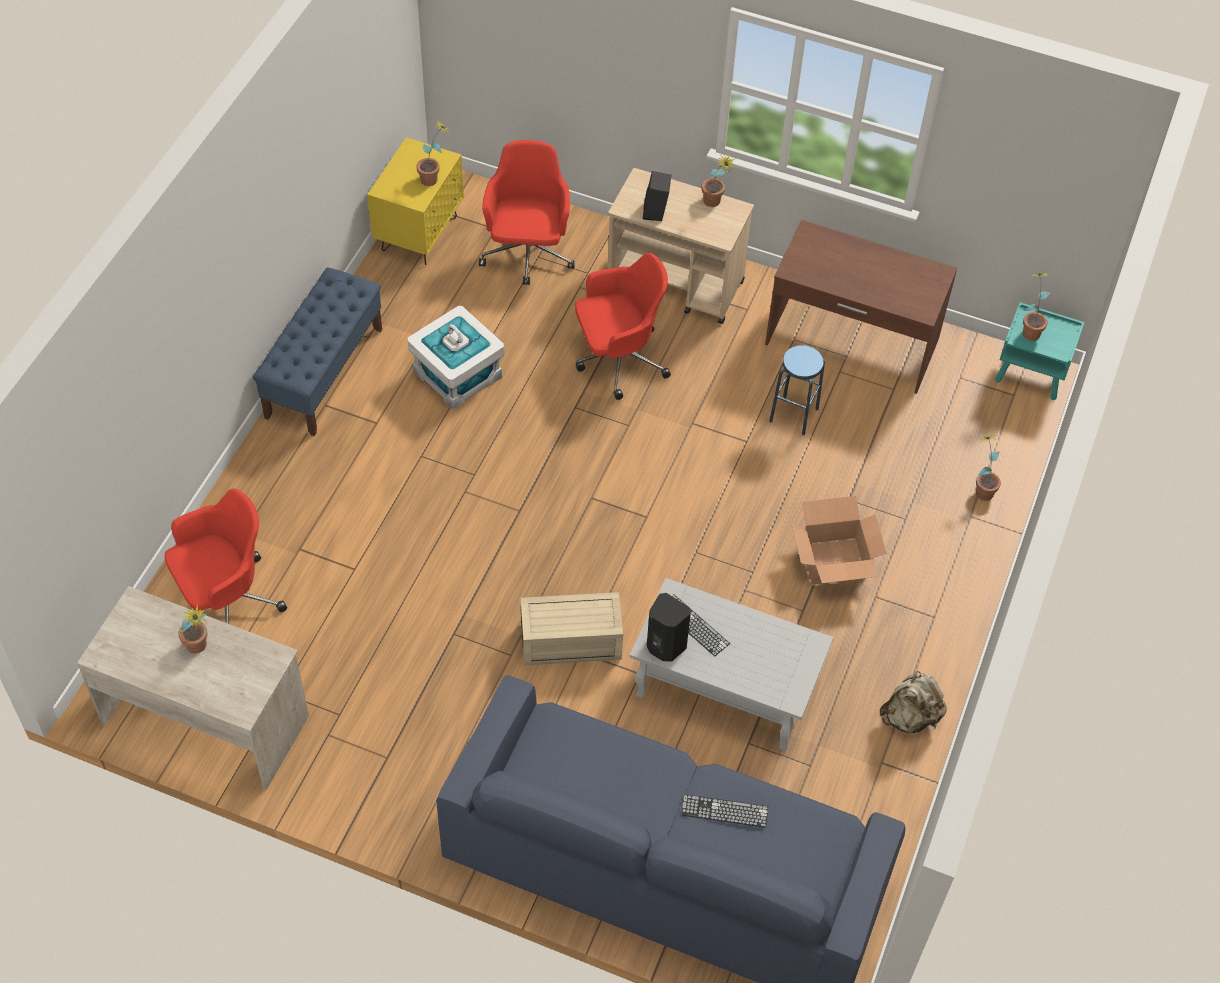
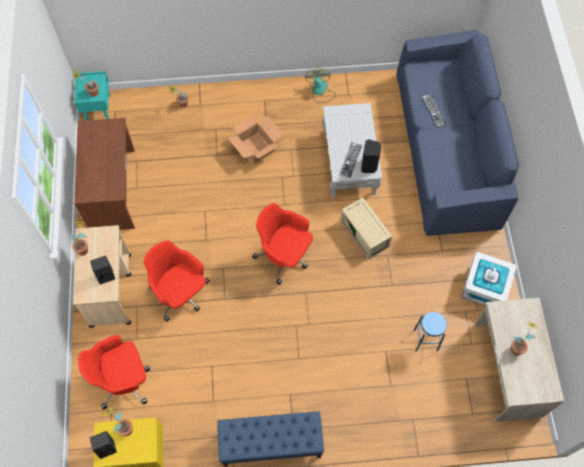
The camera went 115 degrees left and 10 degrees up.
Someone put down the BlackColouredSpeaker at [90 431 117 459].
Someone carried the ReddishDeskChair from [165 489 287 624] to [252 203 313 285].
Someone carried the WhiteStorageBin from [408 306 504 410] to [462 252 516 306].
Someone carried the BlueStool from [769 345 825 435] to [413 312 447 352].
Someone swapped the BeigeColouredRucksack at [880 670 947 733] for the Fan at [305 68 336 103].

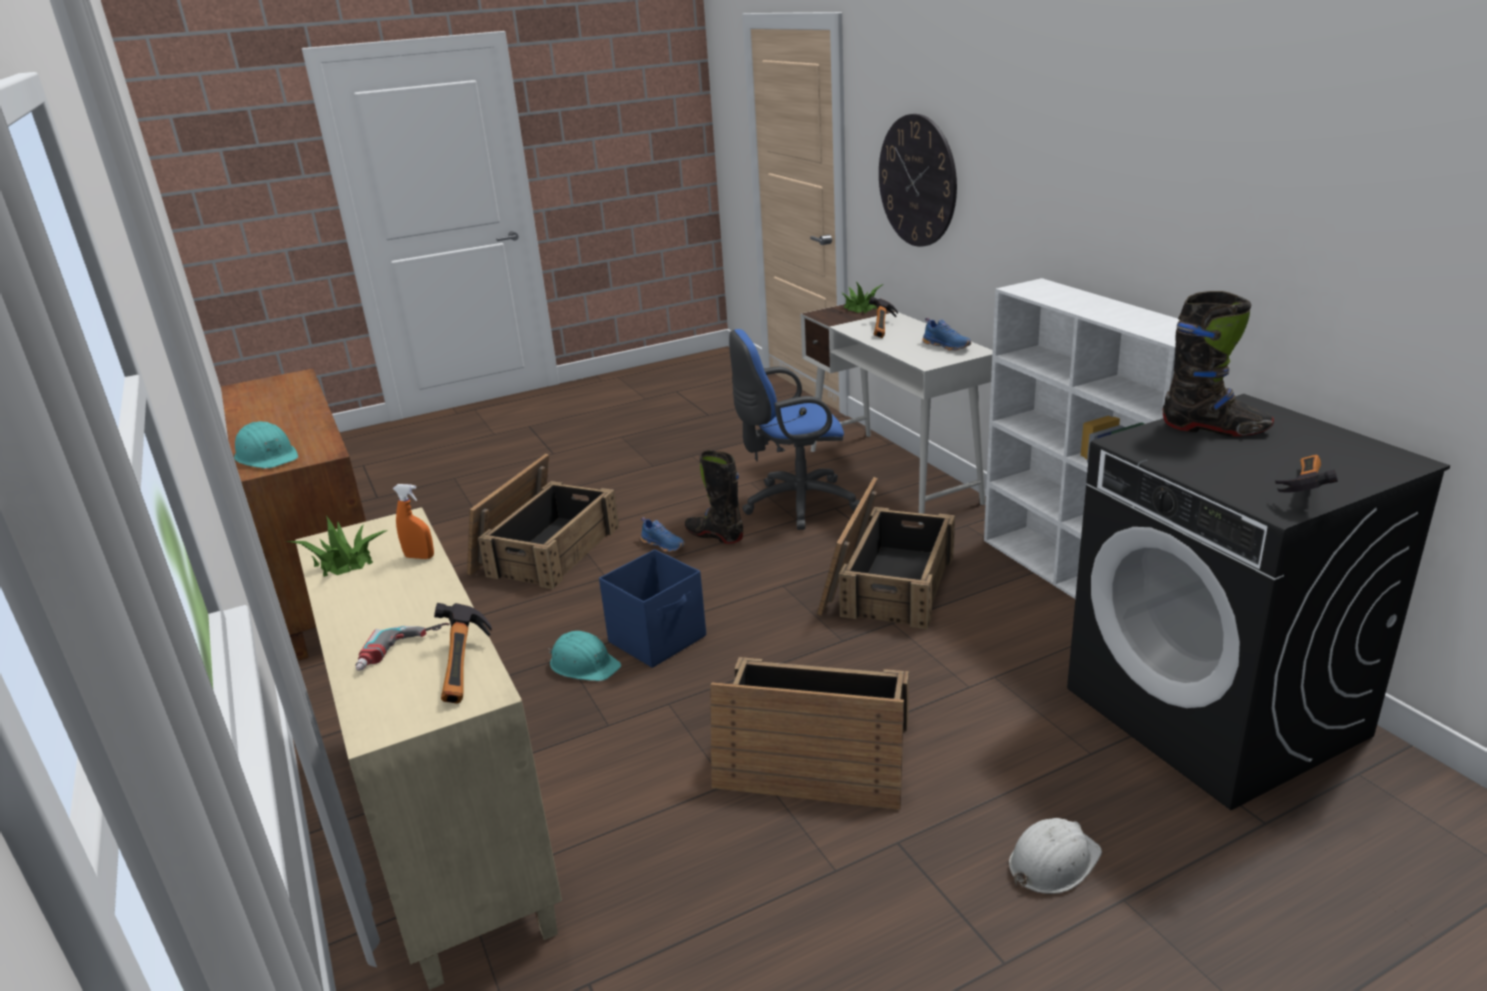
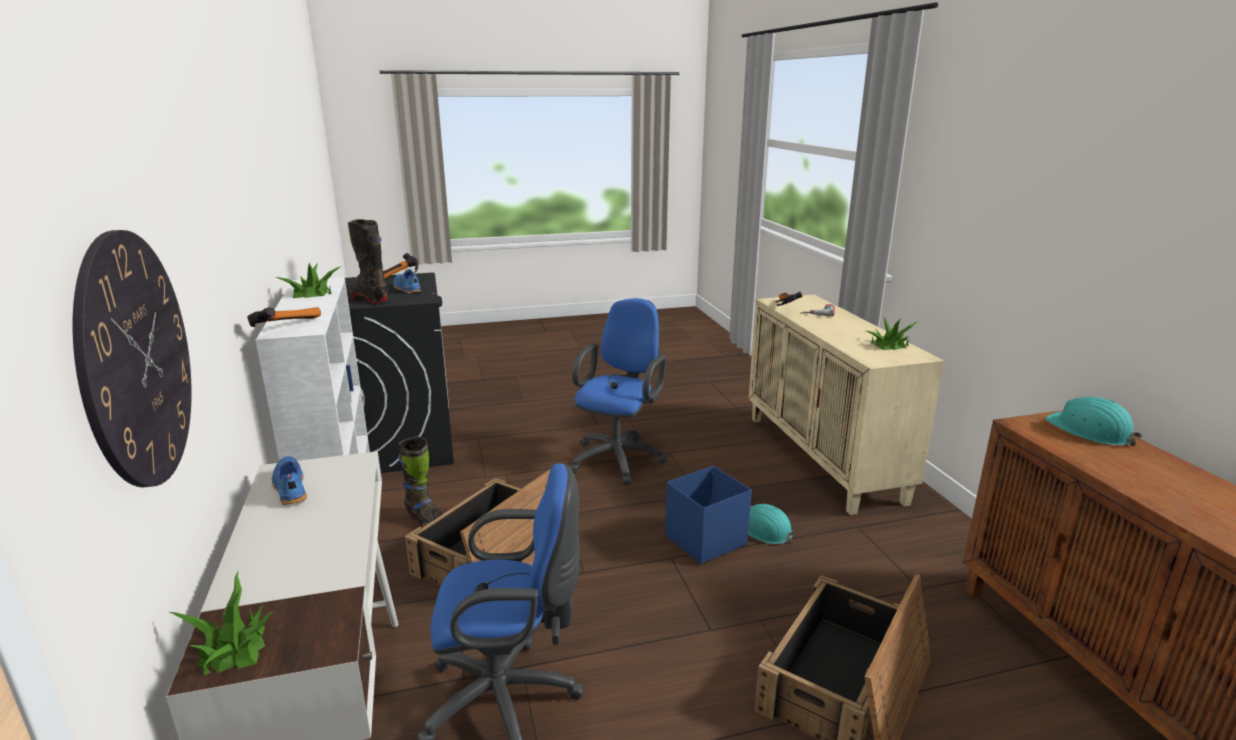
The camera went 170 degrees left and 5 degrees down.
Someone took away the OrangeHandSprayer at [393 484 434 559].
Someone took away the WhiteWorkHelmet at [1009 818 1102 894].
Someone put down the PlantInAPot at [276 262 342 298].
Someone carried the BlueLowShoe from [640 517 685 552] to [393 269 422 294].
Someone carried the BlackColouredTallBoot from [685 450 743 544] to [399 436 443 528].
Someone carried the HandHammer from [869 296 898 338] to [247 307 321 327].
Someone swapped the Crate at [710 657 909 810] for the BlueDeskChair at [569 298 666 485].

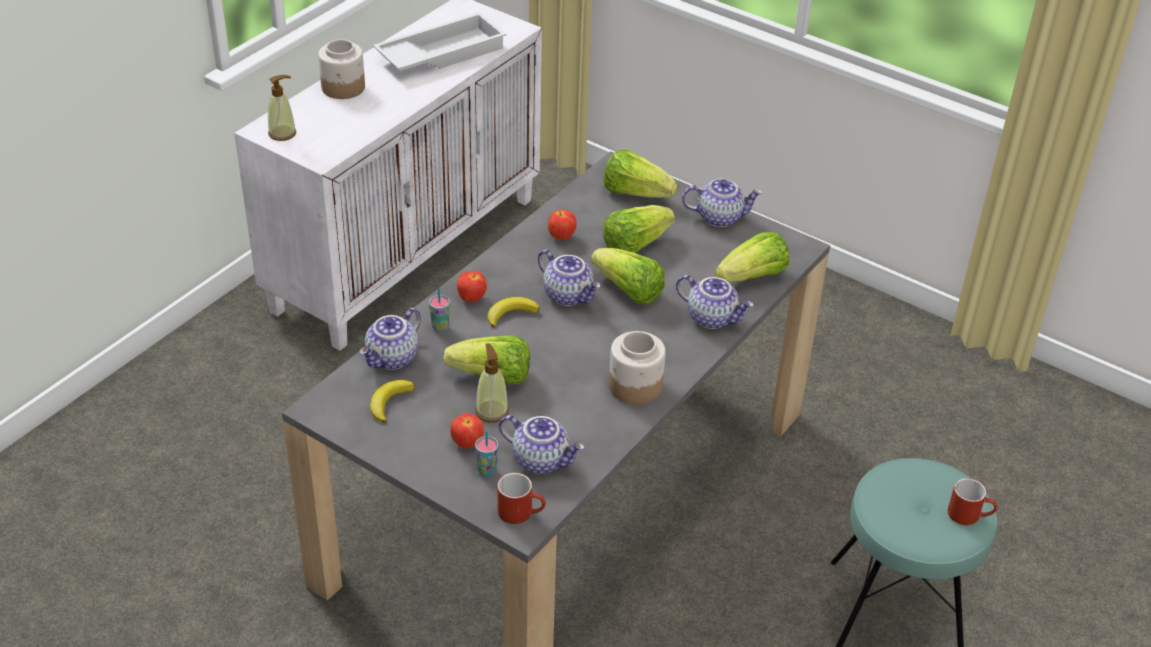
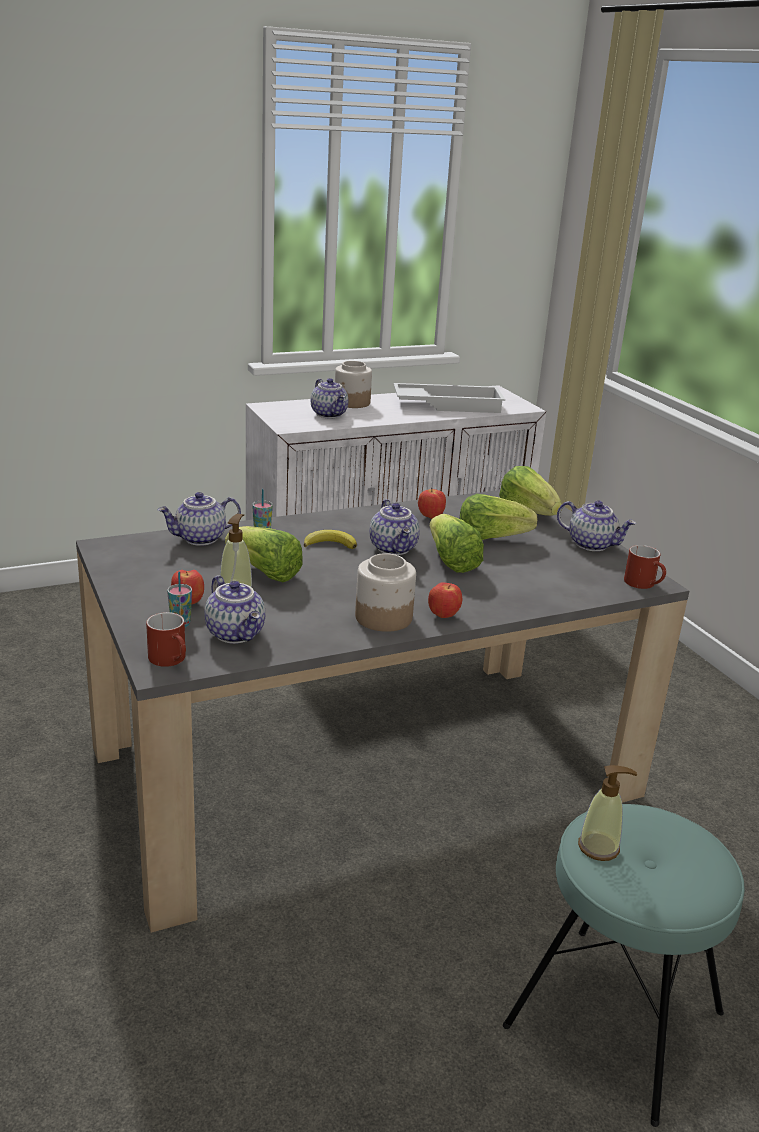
The camera went 30 degrees right and 15 degrees down.
Someone took away the BananaFruit at [370 380 415 423].
Someone took away the LettuceHead at [716 232 789 283].
Someone carried the LiquidSoapBottle from [268 75 296 141] to [578 765 637 861].
Someone carried the Apple from [457 271 487 302] to [428 583 462 618].
Someone carried the PotForTea from [676 275 754 329] to [311 378 348 418].
Someone carried the ReddishMug from [948 478 998 525] to [624 545 666 589].

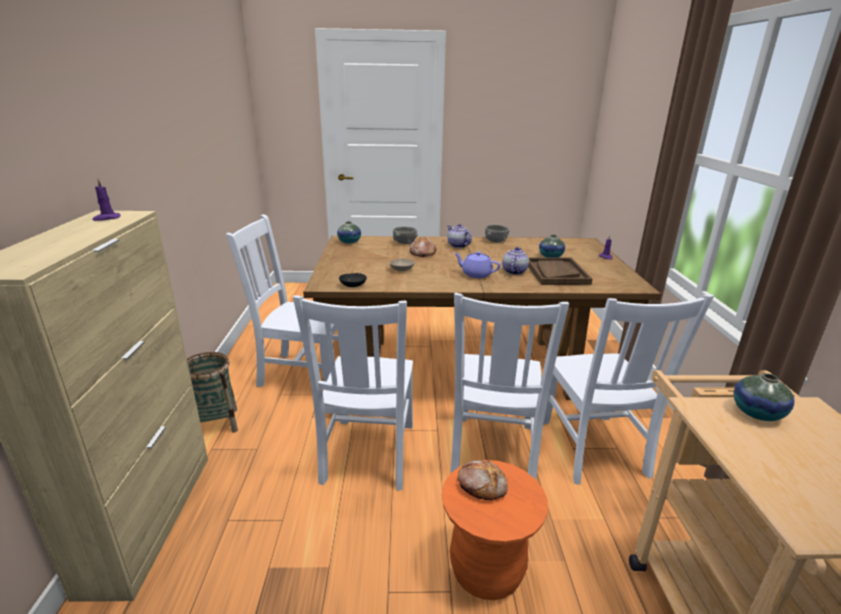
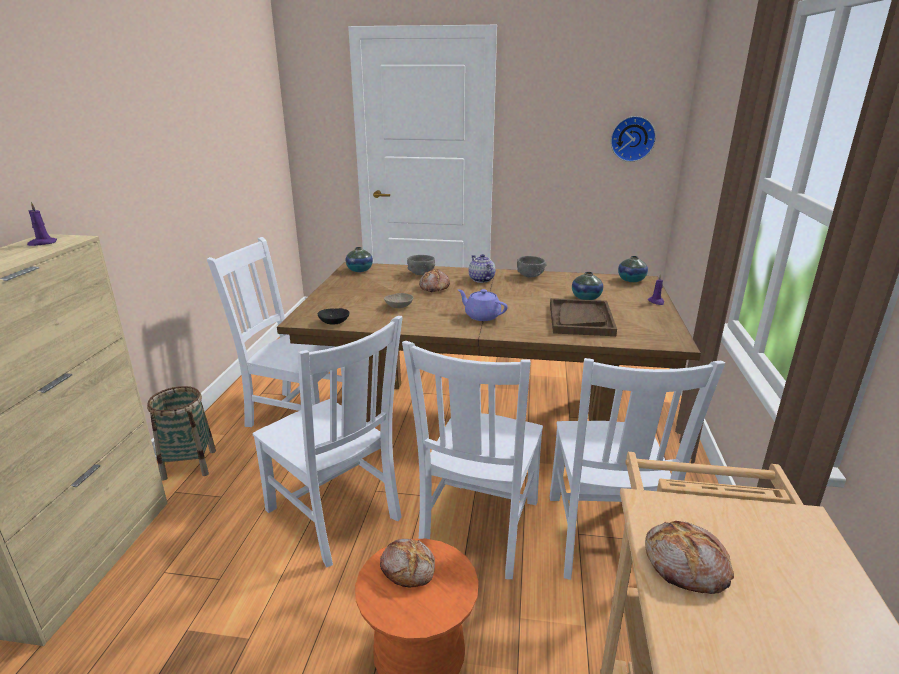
The camera went 10 degrees right and 0 degrees up.
Someone took away the PotForTea at [502 247 529 275].
Someone put up the ClockOnTheWall at [611 116 656 162].
Someone put down the BakeryBread at [645 521 734 594].
Someone carried the Vase from [734 373 794 421] to [618 256 648 282].
Someone rotated the WhiteChair at [293 295 413 491] by 60 degrees counterclockwise.

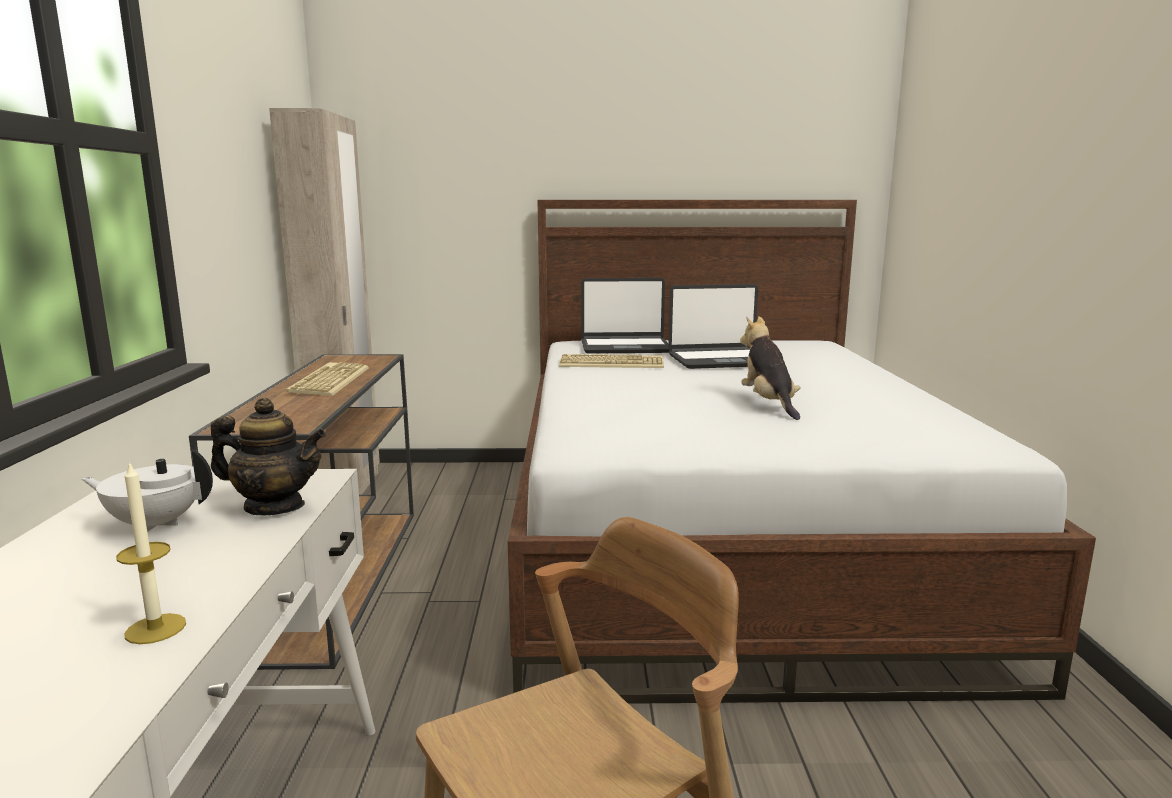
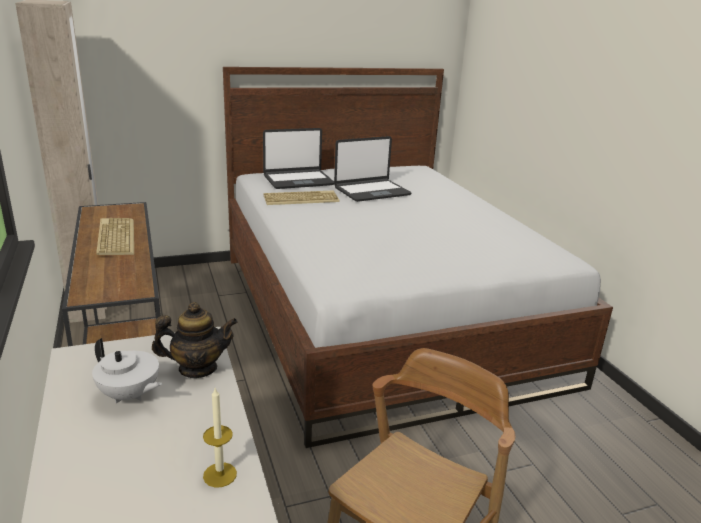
The camera went 20 degrees left and 10 degrees up.
Someone took away the CuddlyToy at [740 316 801 420].
Someone rotated the WhitePotForTea at [81 449 213 532] by 135 degrees counterclockwise.

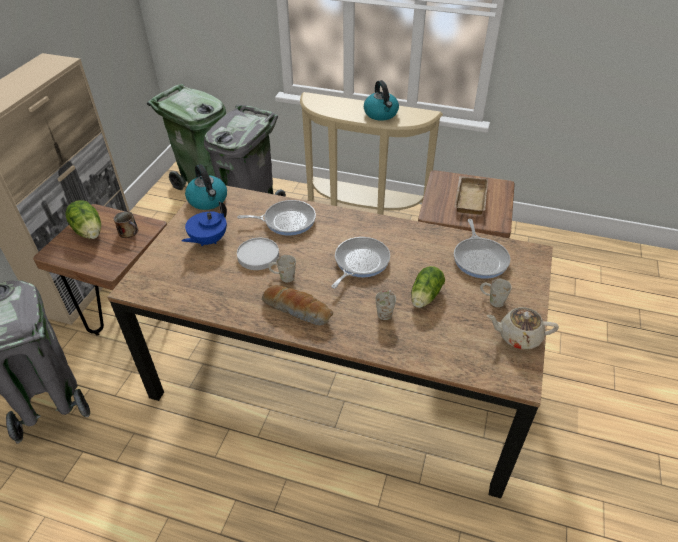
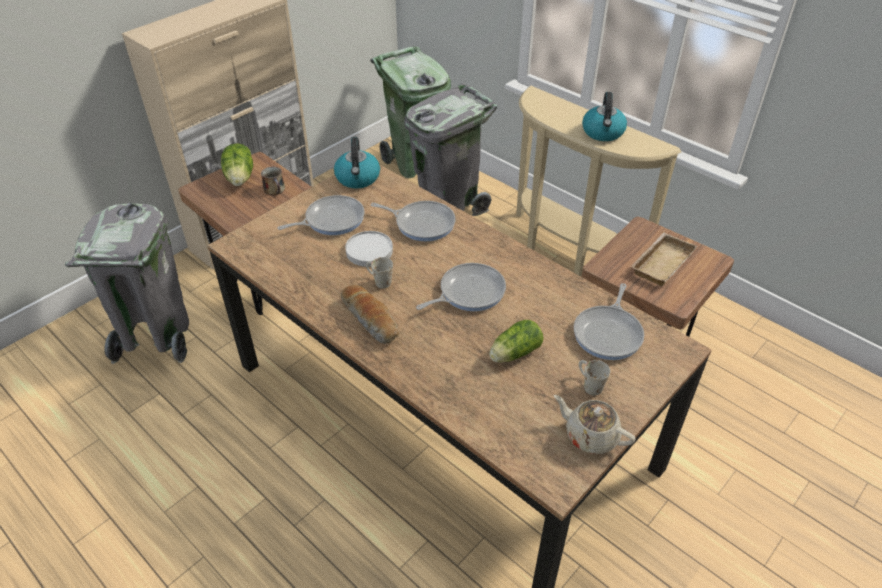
The camera went 25 degrees right and 0 degrees up.
Someone took away the WhiteMug at [375 290 396 320].
Someone swapped the BluePotForTea at [182 201 227 246] for the Pan at [277 195 365 235].

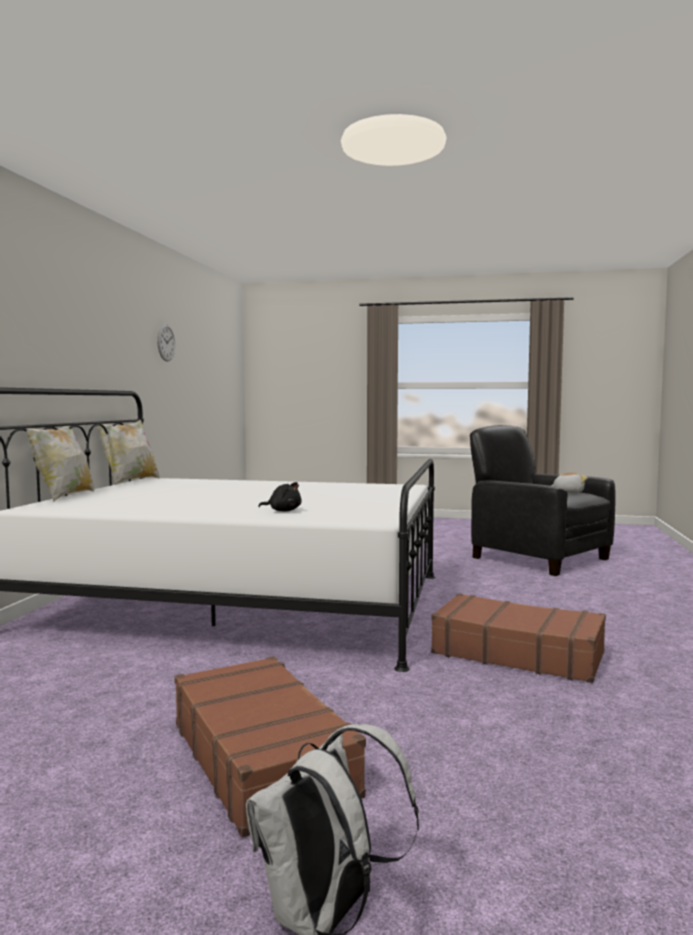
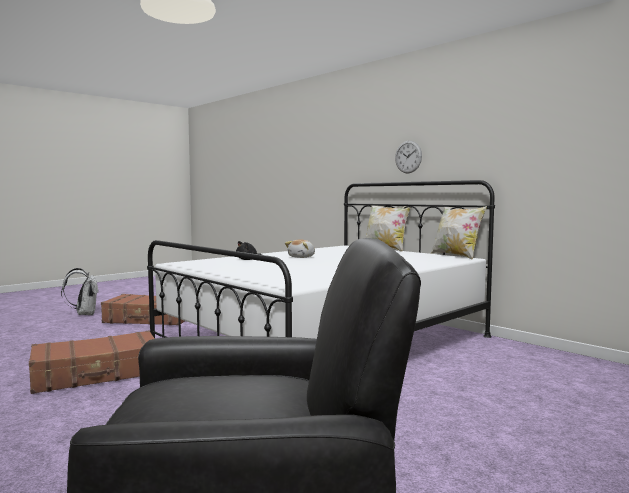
The camera went 125 degrees right and 0 degrees up.
Someone carried the ClockOnTheWall from [157 324 175 362] to [395 141 422 173].
Someone carried the CuddlyToy from [551 472 588 493] to [285 239 315 258].

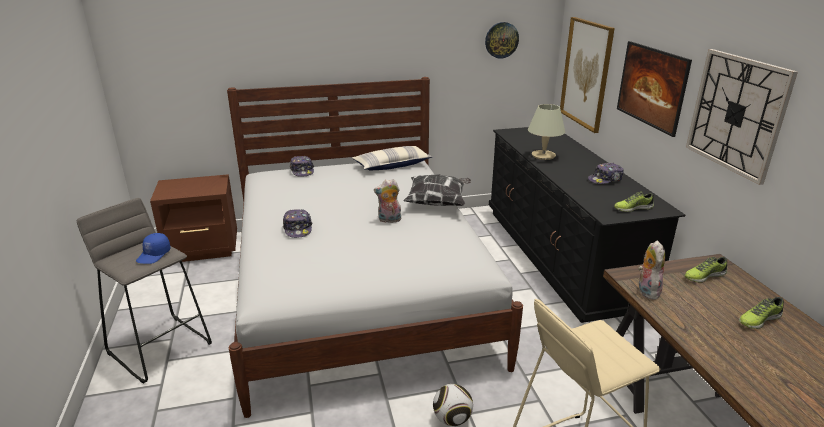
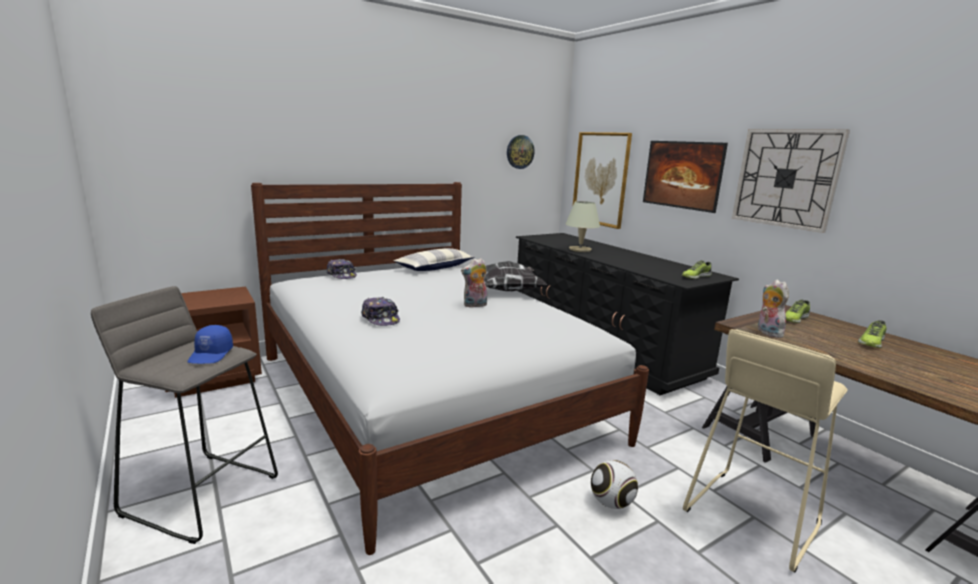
The camera went 20 degrees left and 10 degrees down.
Someone took away the PeakedCap at [588 163 624 184].

